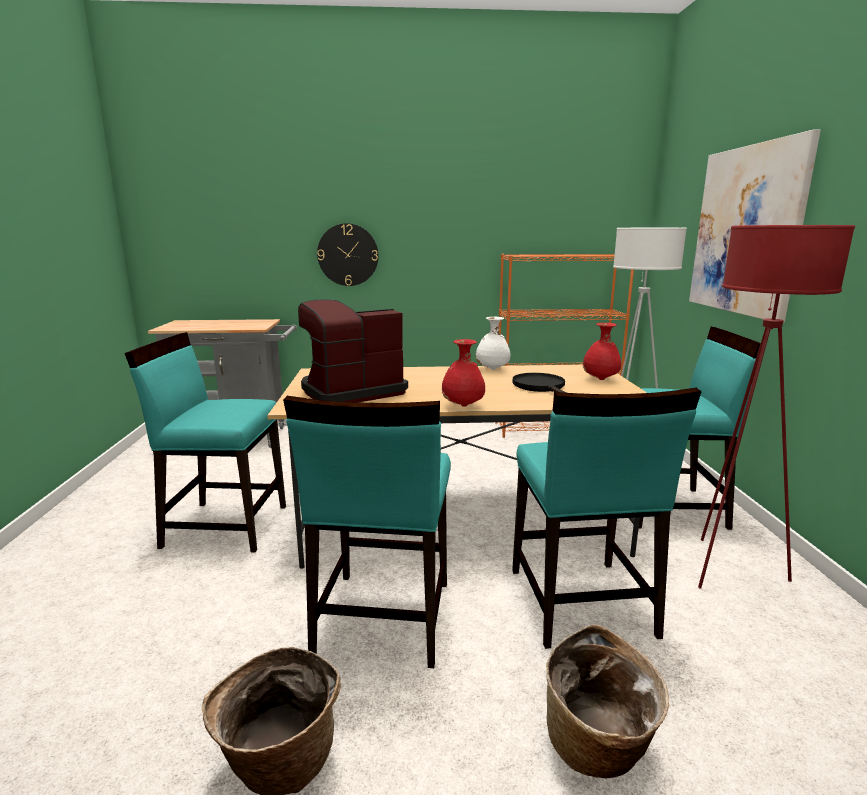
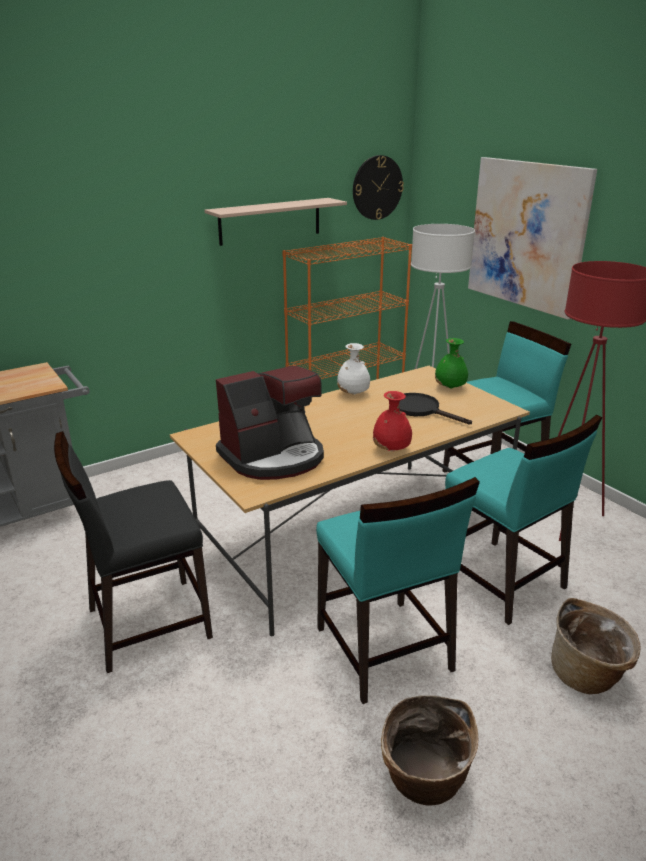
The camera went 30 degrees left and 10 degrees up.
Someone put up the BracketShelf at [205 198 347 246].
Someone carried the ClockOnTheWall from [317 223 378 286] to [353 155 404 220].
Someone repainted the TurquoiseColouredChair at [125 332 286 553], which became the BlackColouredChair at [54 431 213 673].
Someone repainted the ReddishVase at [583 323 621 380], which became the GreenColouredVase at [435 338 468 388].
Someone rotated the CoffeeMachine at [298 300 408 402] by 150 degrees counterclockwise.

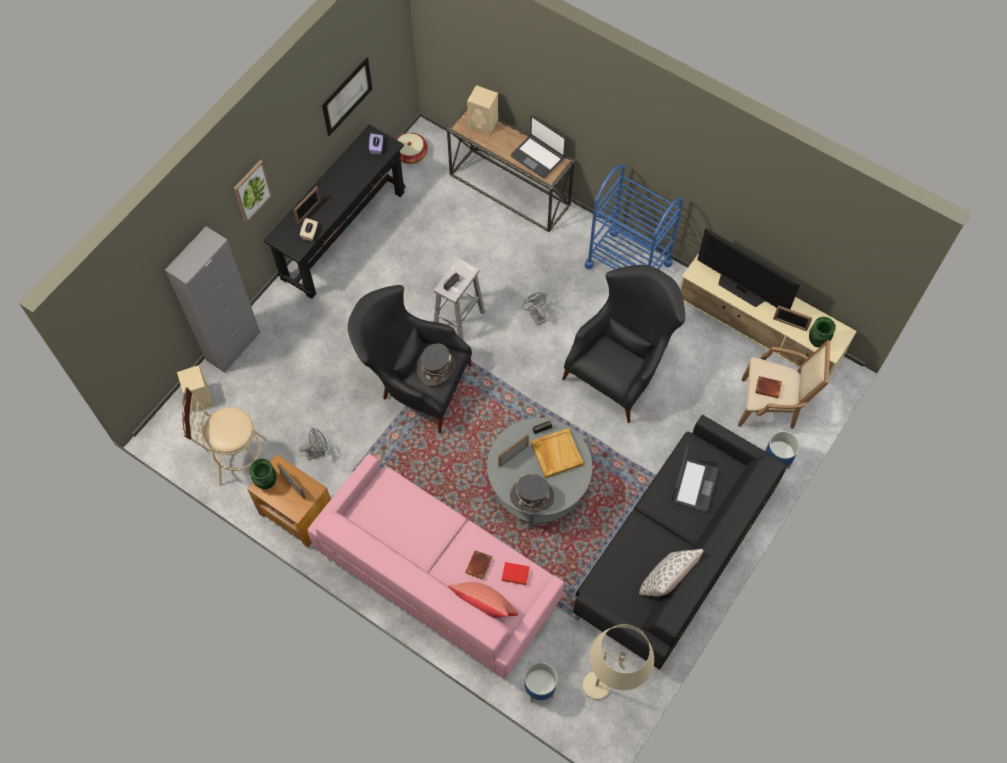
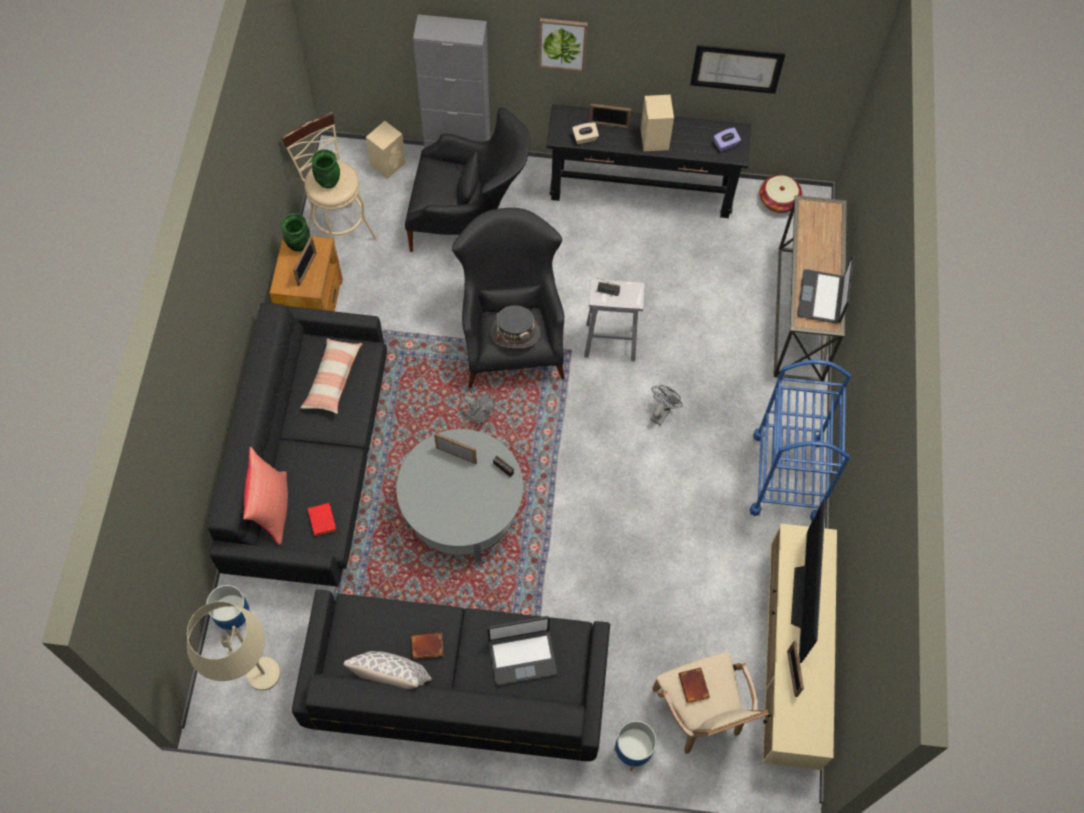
The camera went 60 degrees right and 0 degrees up.
Someone took away the GreyishHat at [510 474 554 512].
Someone took away the BeigeColouredTray at [531 428 584 478].
Someone put down the ThrowPillow at [300 339 363 414].
Someone carried the GreyishFan from [299 428 327 461] to [463 393 495 425].
Someone carried the BrownishVolume from [465 550 492 580] to [411 633 444 659].
Someone carried the BeigeColouredSpeaker from [467 85 498 135] to [640 95 674 151].
Someone carried the BlackColouredEasyChair from [562 265 685 423] to [405 107 530 252].
Someone carried the GreenColouredVase from [809 317 836 347] to [311 149 340 189].
Someone repainted the PinkColouredCouch at [308 454 564 678], which became the BlackColouredCouch at [208 303 387 586].

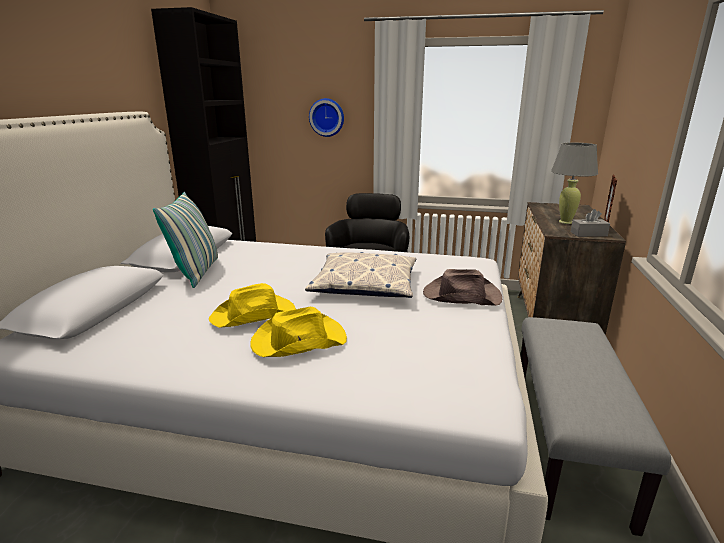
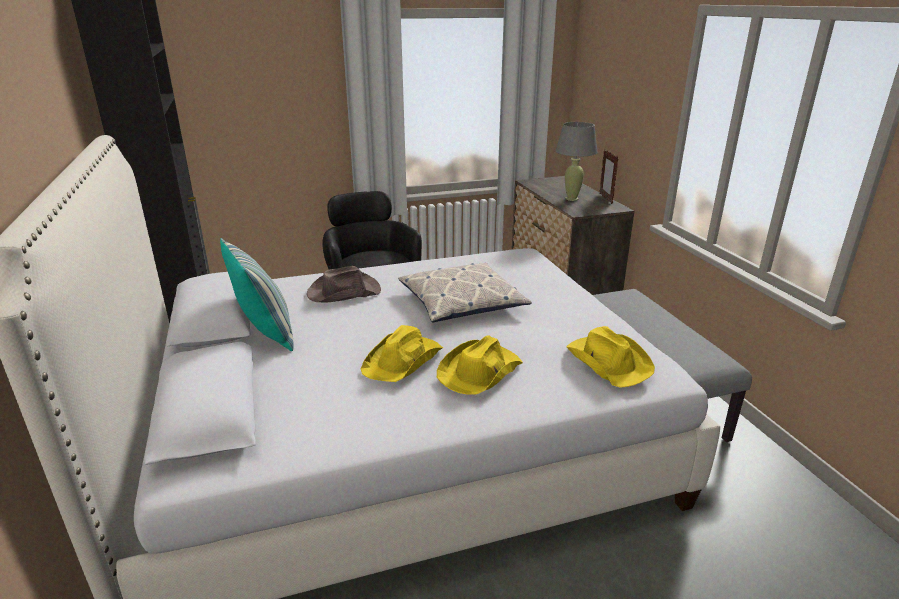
The camera went 30 degrees left and 5 degrees up.
Someone took away the ClockOnTheWall at [309 98 344 137].
Someone took away the GreyishTissueBox at [571 209 610 237].
Someone put down the YellowishHat at [567 326 655 388].
Someone carried the BrownishHat from [423 269 502 306] to [307 266 381 302].

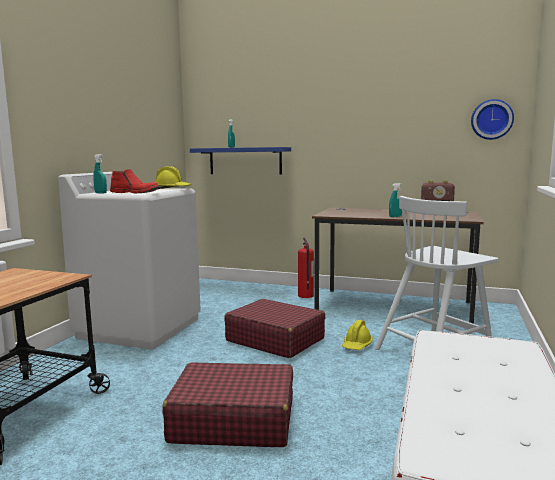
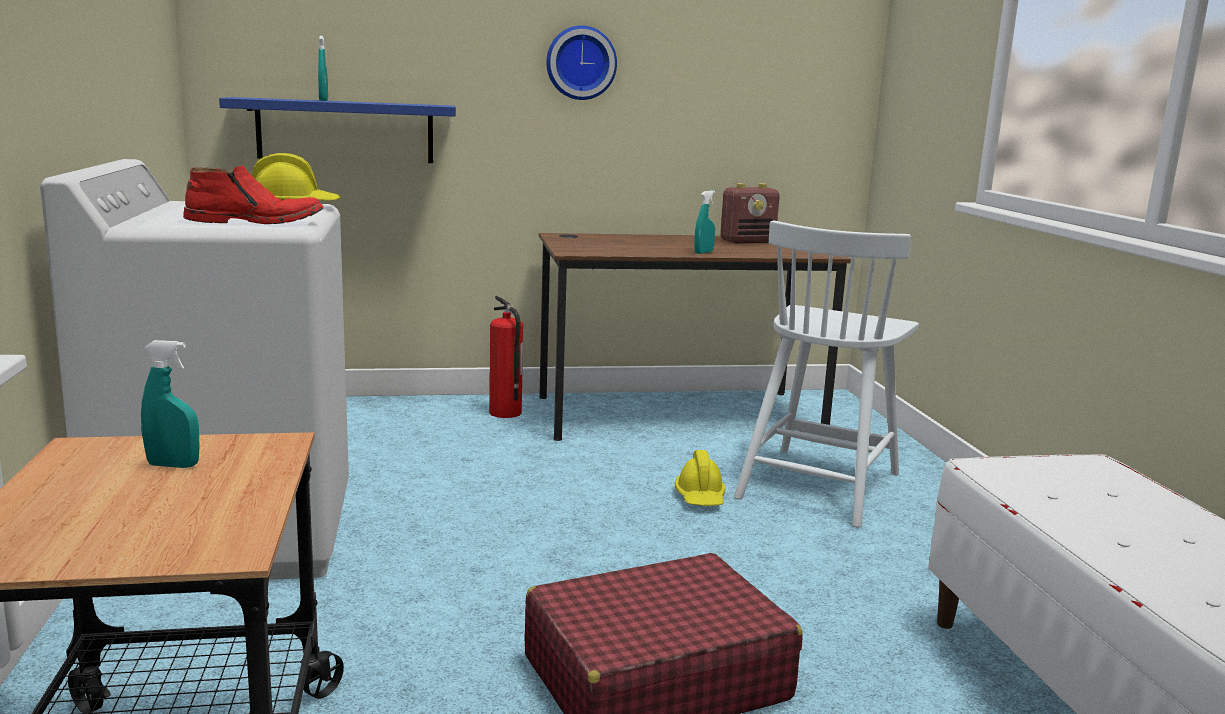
The camera went 30 degrees left and 5 degrees up.
Someone took away the ReddishSuitcase at [224 299 325 358].
Someone carried the TurquoiseColouredHandSprayer from [93 154 107 194] to [141 340 199 468].
Someone carried the ClockOnTheWall from [471 99 514 140] to [546 25 617 100].

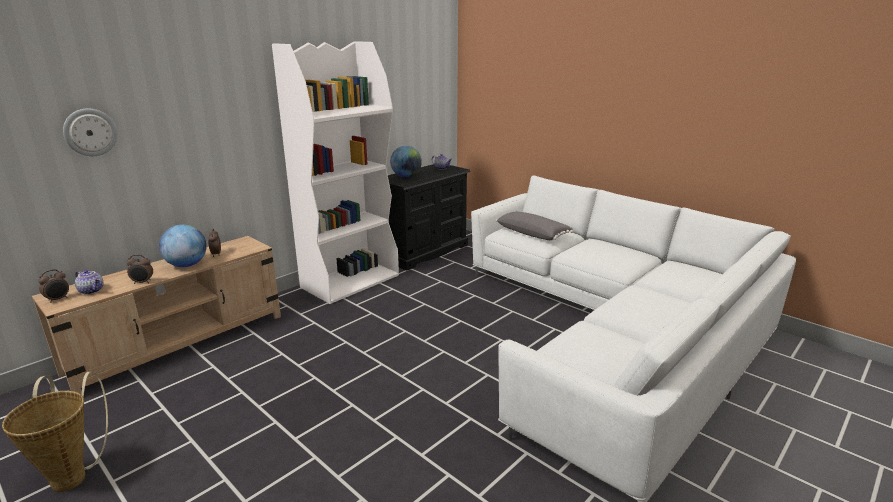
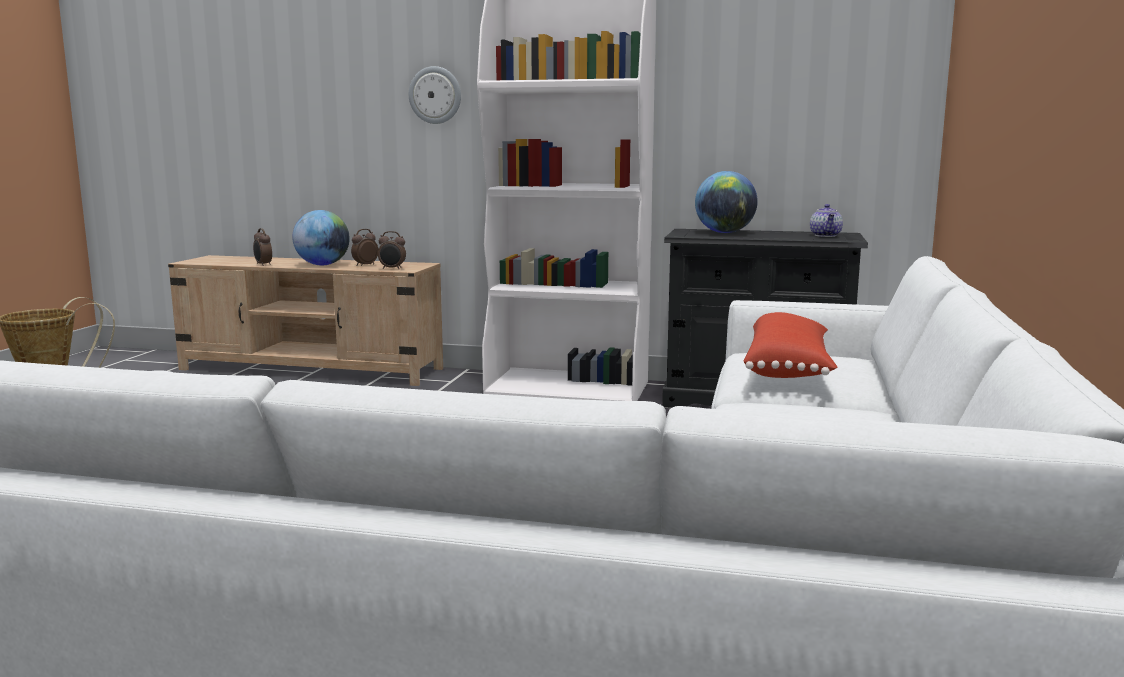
The camera went 60 degrees right and 10 degrees down.
Someone took away the PotForTea at [75 270 104 295].
Someone carried the BedsideClock from [38 269 69 303] to [378 231 406 270].
Someone carried the ClockOnTheWall from [63 109 118 156] to [409 66 461 124].
Someone repainted the GreyishThrowPillow at [496 212 573 240], which became the ReddishThrowPillow at [743 312 838 378].

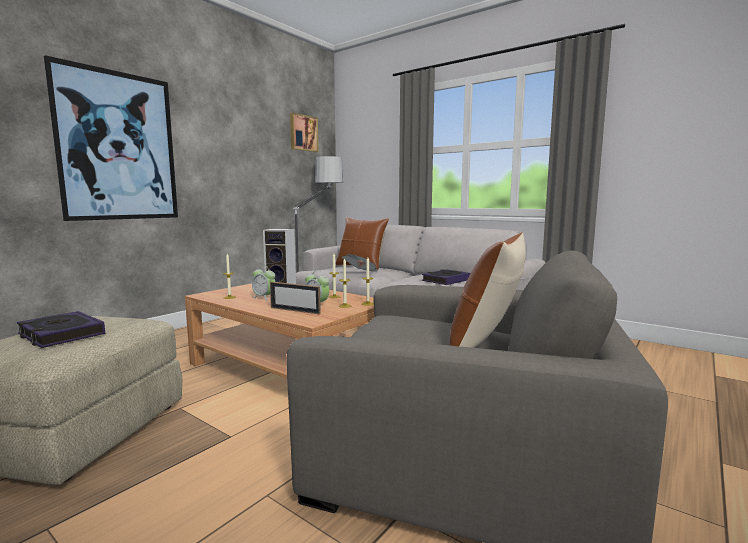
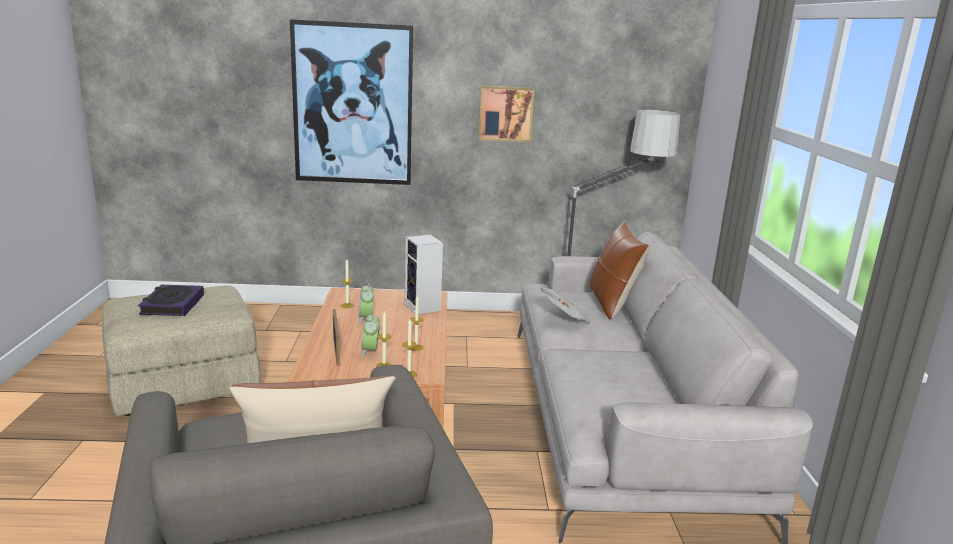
The camera went 50 degrees right and 10 degrees up.
Someone took away the Volume at [422 269 471 285].
Someone carried the WallPicture from [290 113 319 152] to [478 85 535 142].

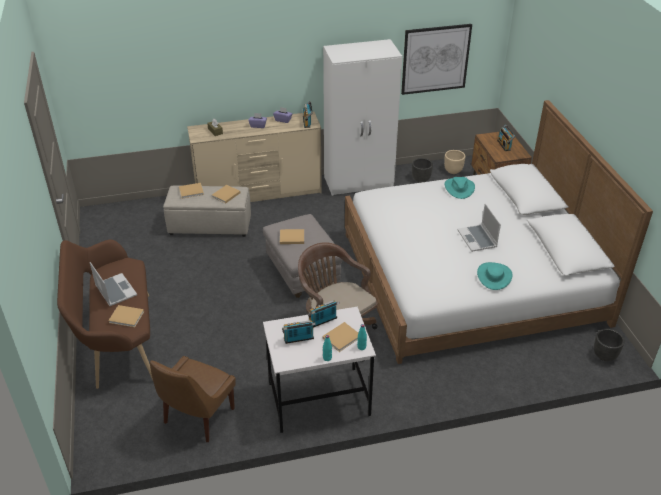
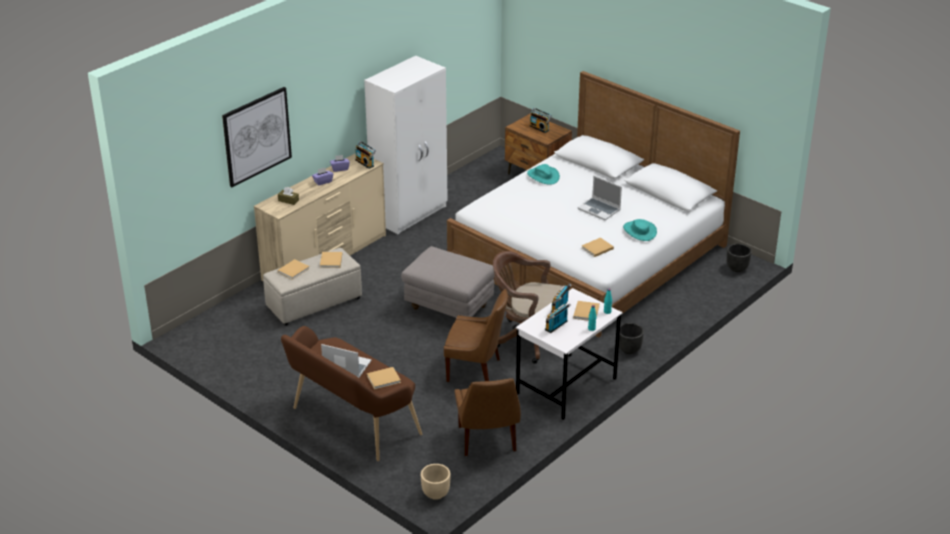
The camera went 35 degrees left and 5 degrees down.
Someone put down the BrownishChair at [444 289 508 382].
Someone carried the BeigeColouredVolume from [280 229 304 244] to [582 237 614 257].
Someone carried the WallPicture from [401 24 472 95] to [222 87 292 187].
Someone carried the BlackColouredPlanter from [412 158 433 183] to [619 323 644 354].
Someone carried the BeigeColouredPlanter from [444 150 465 174] to [421 464 451 500].

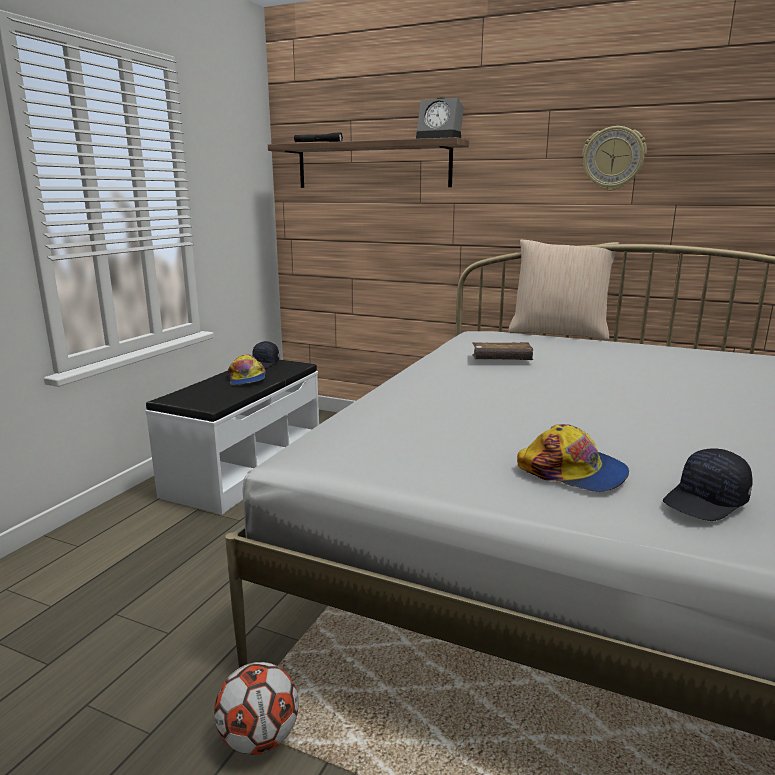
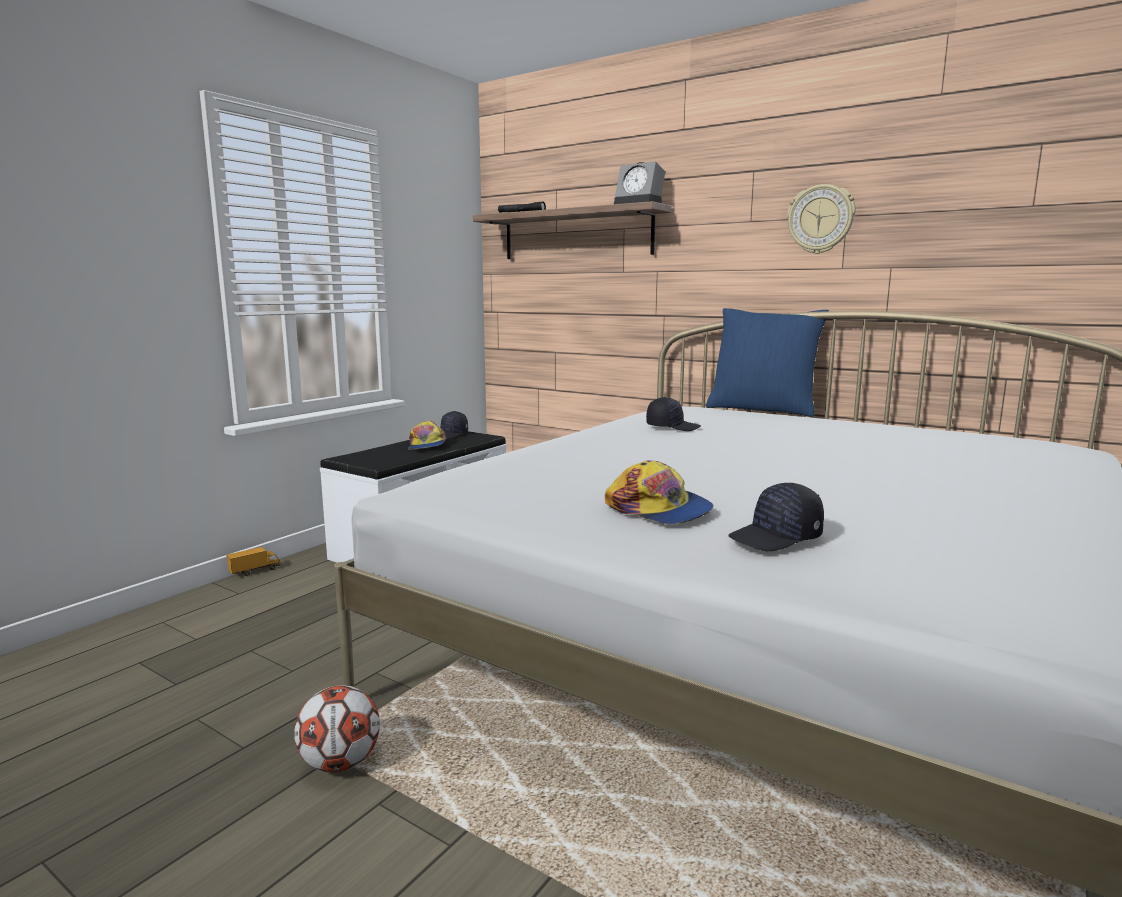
The camera went 10 degrees right and 5 degrees down.
Someone put down the ModelTruck at [226 547 281 576].
Someone swapped the BrownishVolume at [472 342 533 360] for the BlackColouredPeakedCap at [646 397 701 431].
Someone repainted the BeigeColouredThrowPillow at [508 240 619 340], which became the BlueThrowPillow at [706 308 829 417].

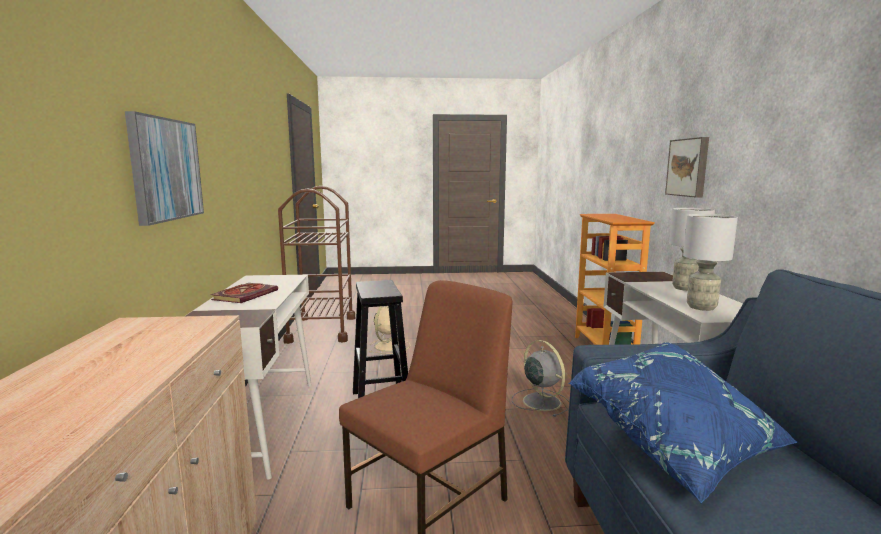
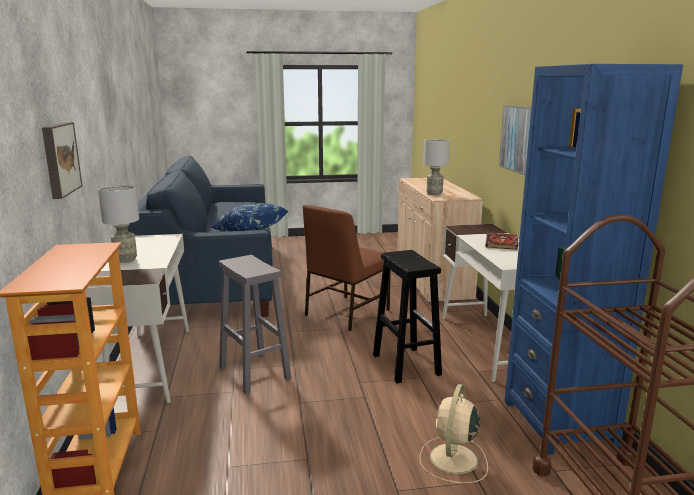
The camera went 175 degrees right and 5 degrees up.
Someone put down the BlueShelvingUnit at [505 64 683 454].
Someone carried the GreyishTableLamp from [683 214 738 311] to [423 139 450 195].
Someone swapped the GreyishFan at [512 340 569 417] for the GreyishStool at [219 255 292 394].

